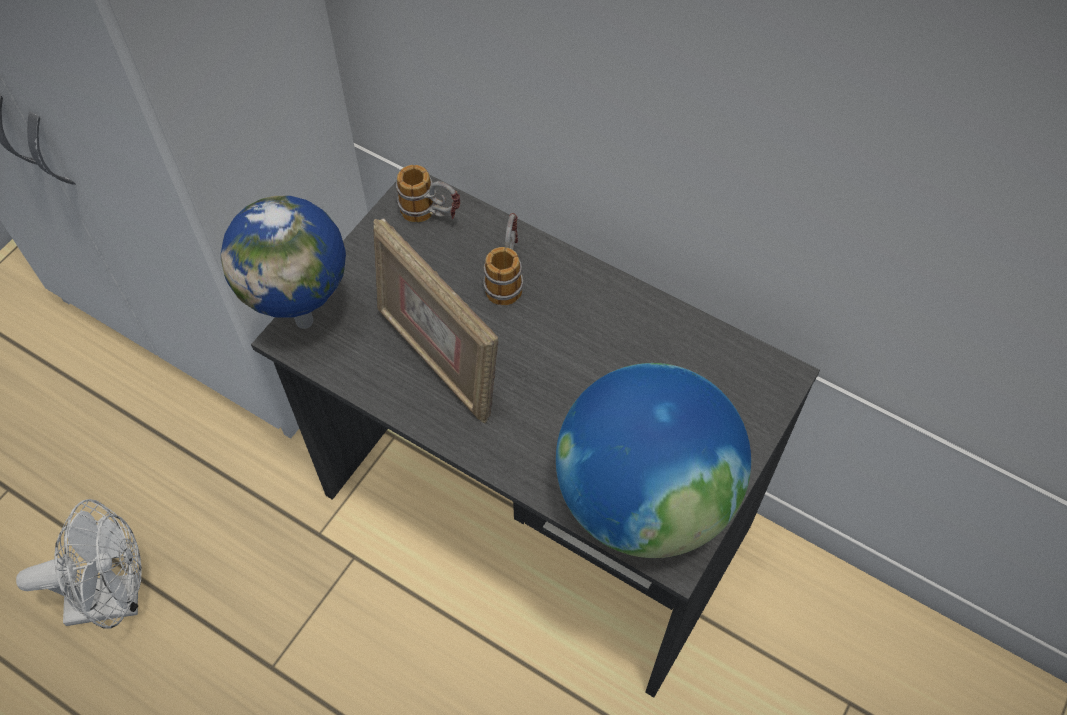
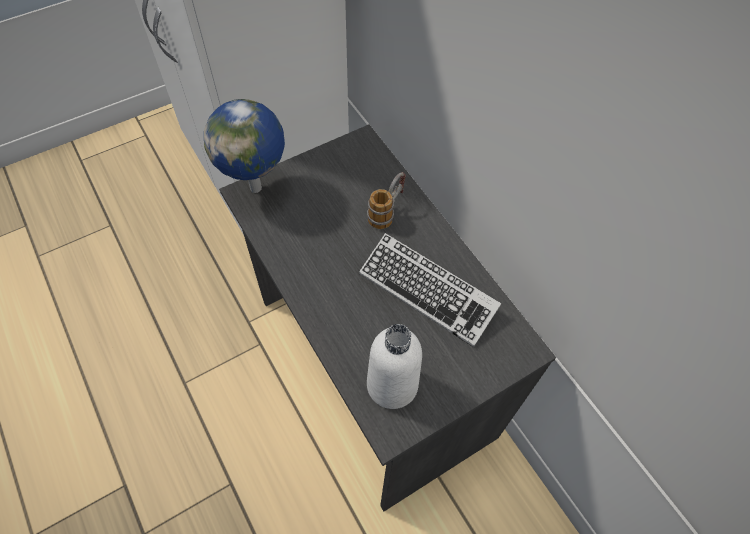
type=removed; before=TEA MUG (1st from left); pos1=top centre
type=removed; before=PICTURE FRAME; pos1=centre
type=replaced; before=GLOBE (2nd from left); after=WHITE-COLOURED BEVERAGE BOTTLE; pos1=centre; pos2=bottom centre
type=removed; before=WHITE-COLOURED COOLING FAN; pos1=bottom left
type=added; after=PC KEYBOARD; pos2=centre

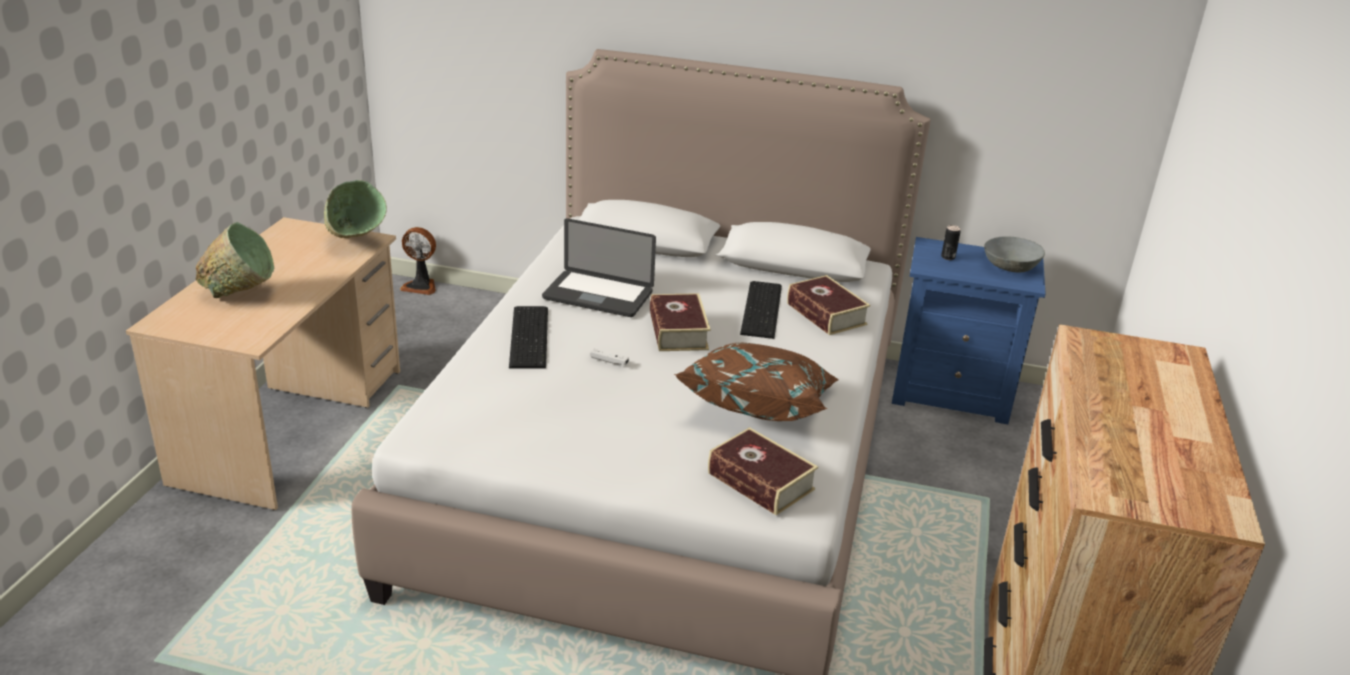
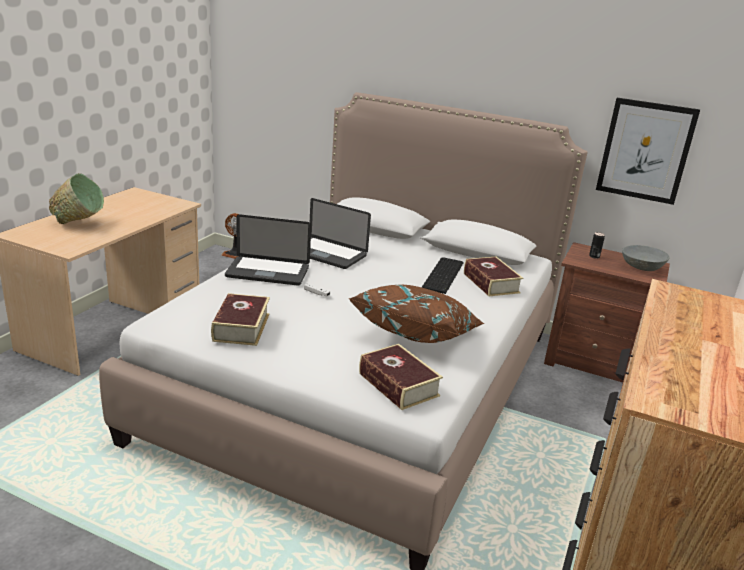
type=removed; before=GREEN-COLOURED SERVING BOWL (2nd from left); pos1=top left
type=recoloured; before=BLUISH NIGHT TABLE; after=BROWN-COLOURED NIGHT TABLE; pos1=middle right; pos2=middle right
type=moved; before=VOLUME (1st from left); pos1=centre; pos2=middle left
type=replaced; before=PC KEYBOARD (1st from left); after=LAPTOP (1st from left); pos1=centre; pos2=centre
type=added; after=WALL ART; pos2=top right

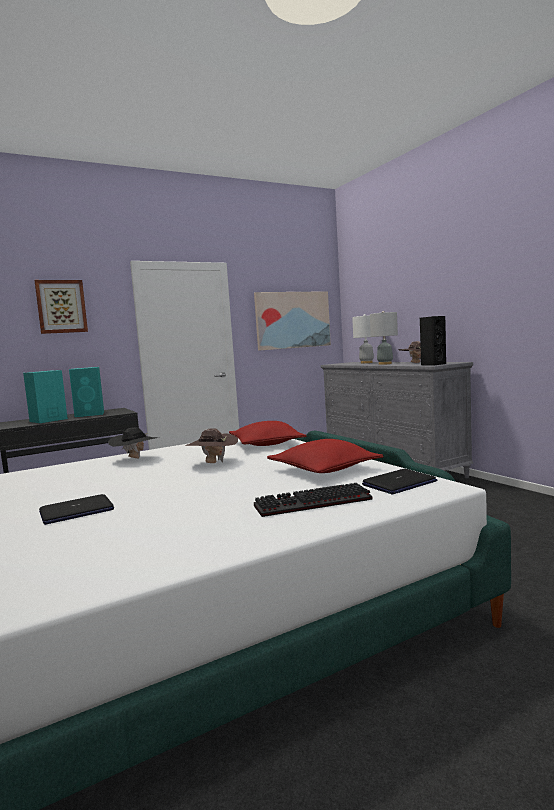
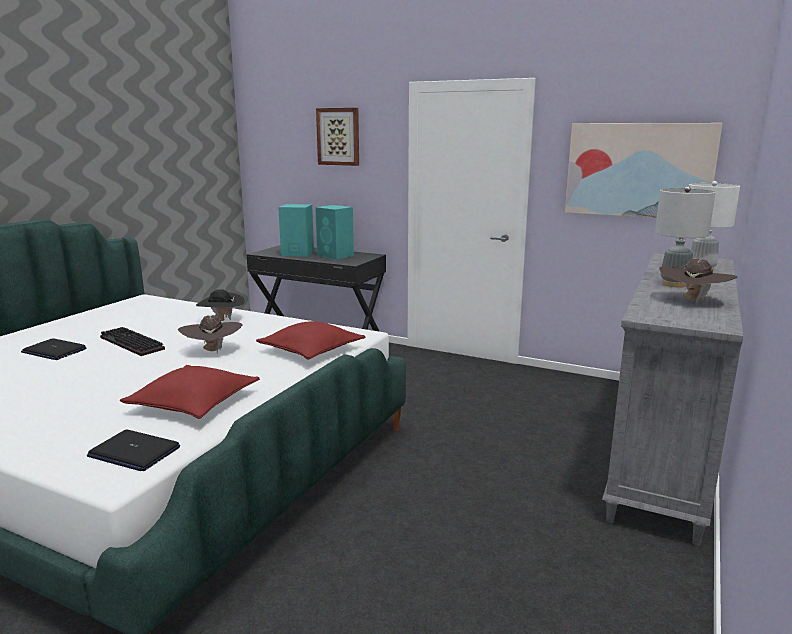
type=removed; before=BLACK AUDIO SPEAKER; pos1=middle right
type=moved; before=PC KEYBOARD; pos1=centre; pos2=middle left

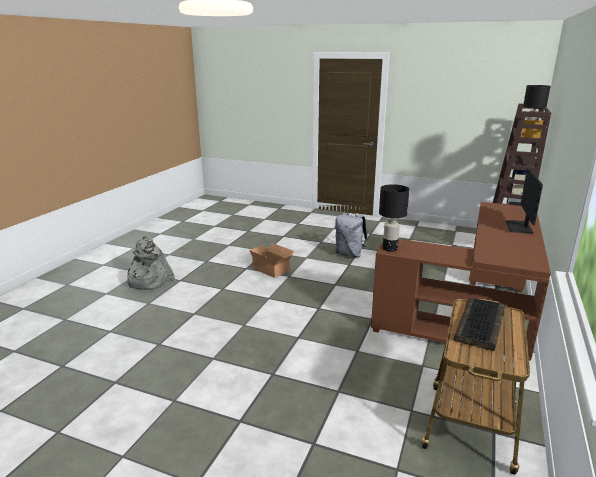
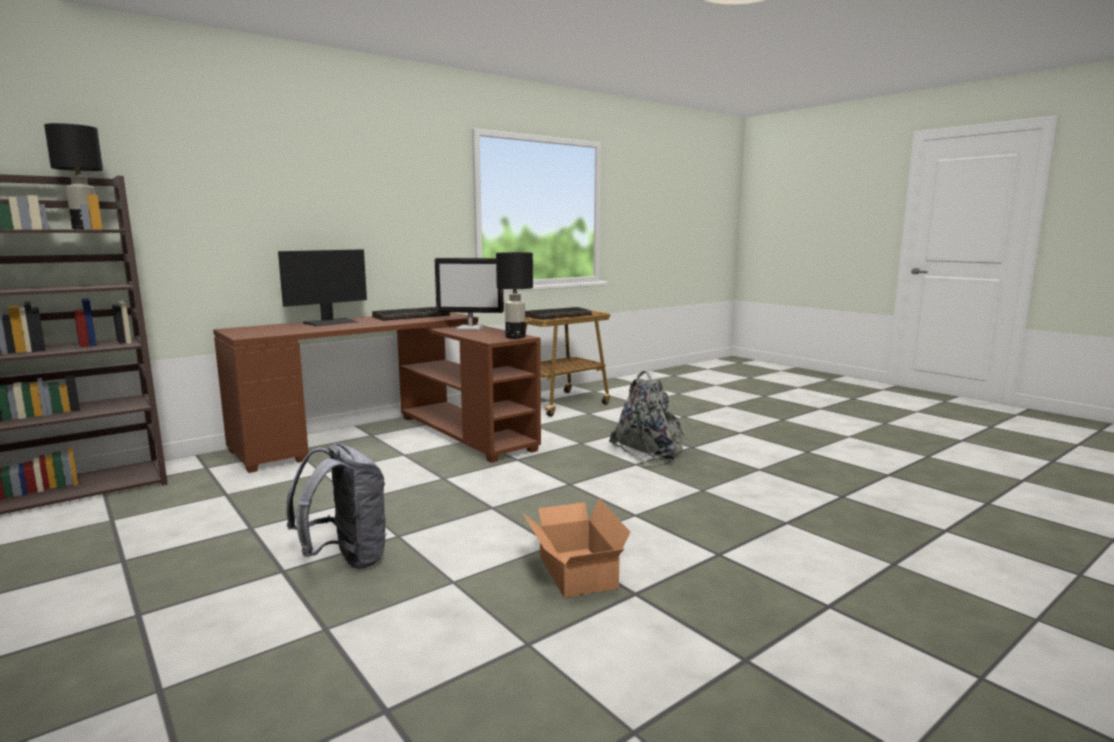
type=moved; before=GREYISH KNAPSACK (1st from left in the first image); after=GREYISH KNAPSACK (2nd from left); pos1=middle left; pos2=centre
type=added; after=COMPUTER SCREEN (2nd from left); pos2=centre
type=added; after=PC KEYBOARD (1st from left); pos2=centre

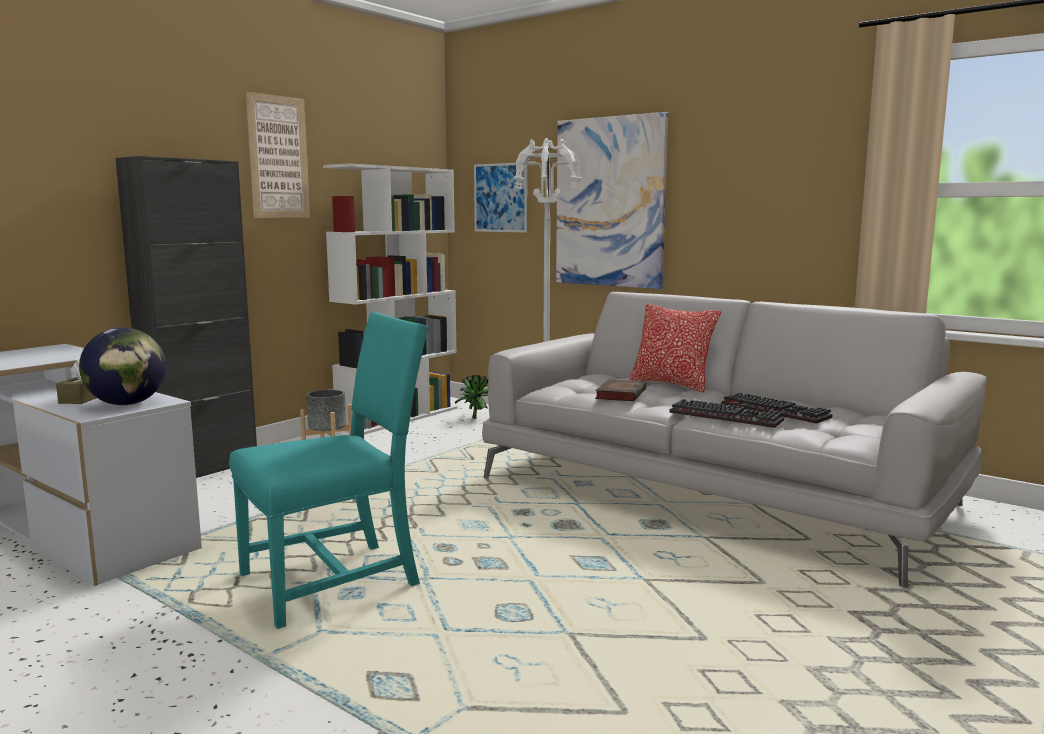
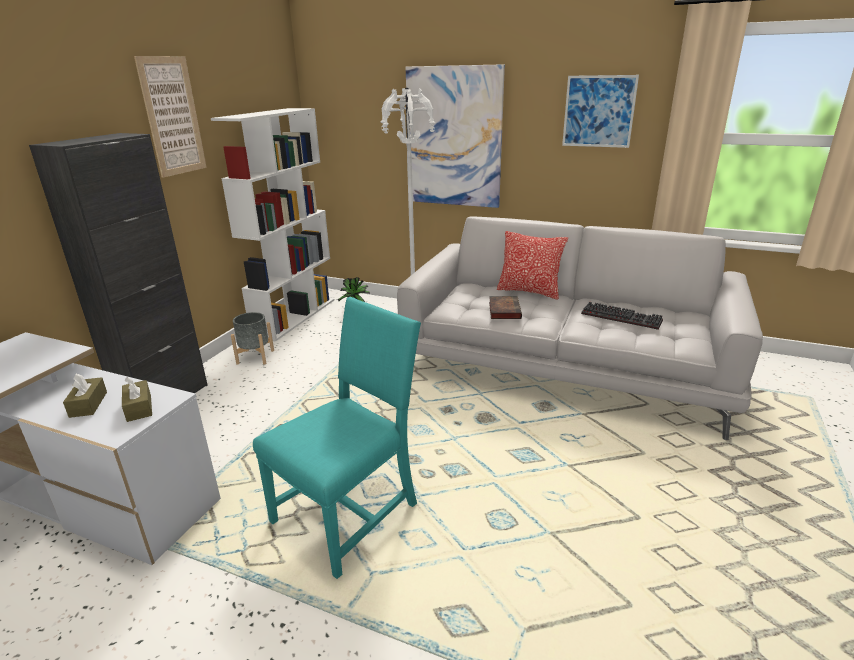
type=moved; before=WALL ART (2nd from left in the first image); after=WALL ART (3rd from left); pos1=top centre; pos2=top right
type=replaced; before=GLOBE; after=BROWN-COLOURED TISSUE HOLDER (2nd from left); pos1=middle left; pos2=middle left
type=removed; before=PC KEYBOARD (1st from left); pos1=middle right

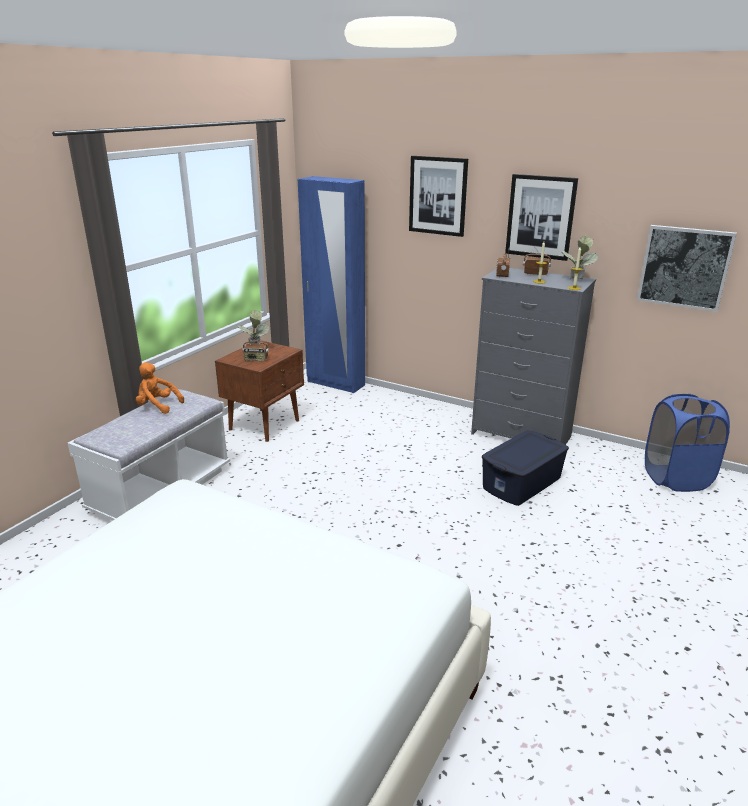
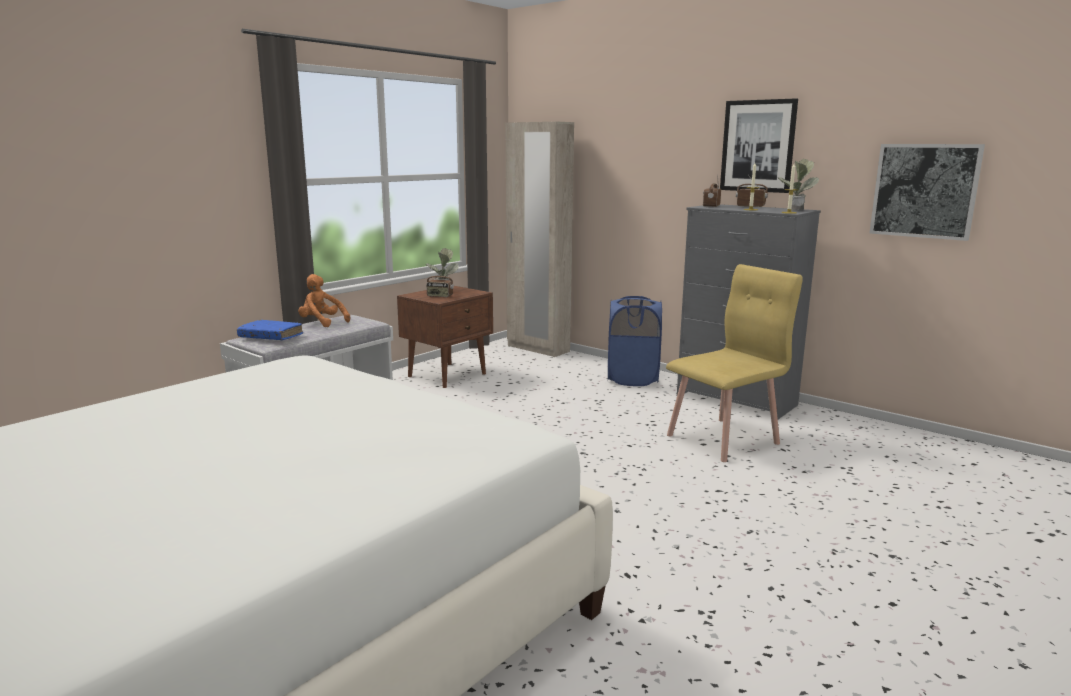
type=removed; before=WALL ART (1st from left); pos1=top centre
type=recoloured; before=BLUISH WARDROBE; after=BEIGE-COLOURED WARDROBE; pos1=centre; pos2=centre
type=moved; before=BLUISH WASHING BASKET; pos1=middle right; pos2=centre
type=replaced; before=BLUISH STORAGE BIN; after=YELLOW PLAIN CHAIR; pos1=middle right; pos2=middle right
type=added; after=BLUISH VOLUME; pos2=middle left

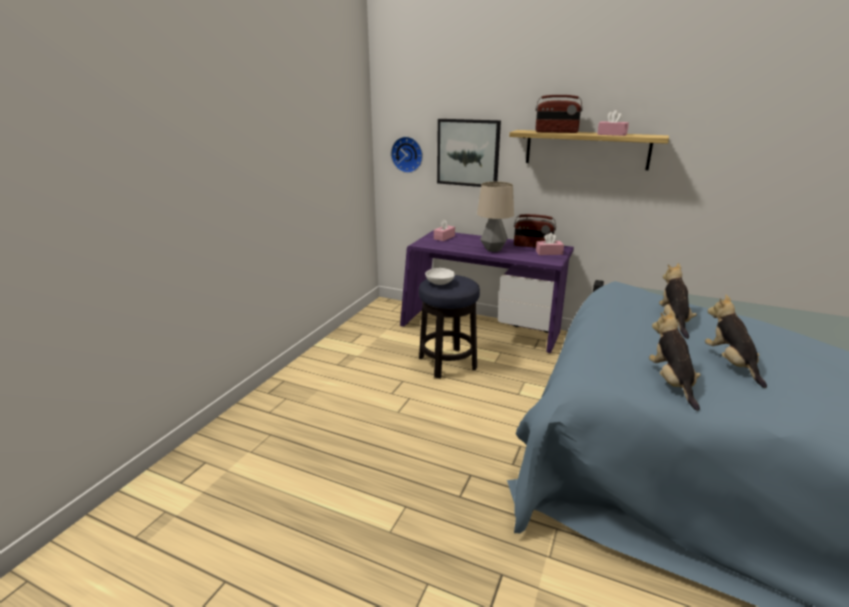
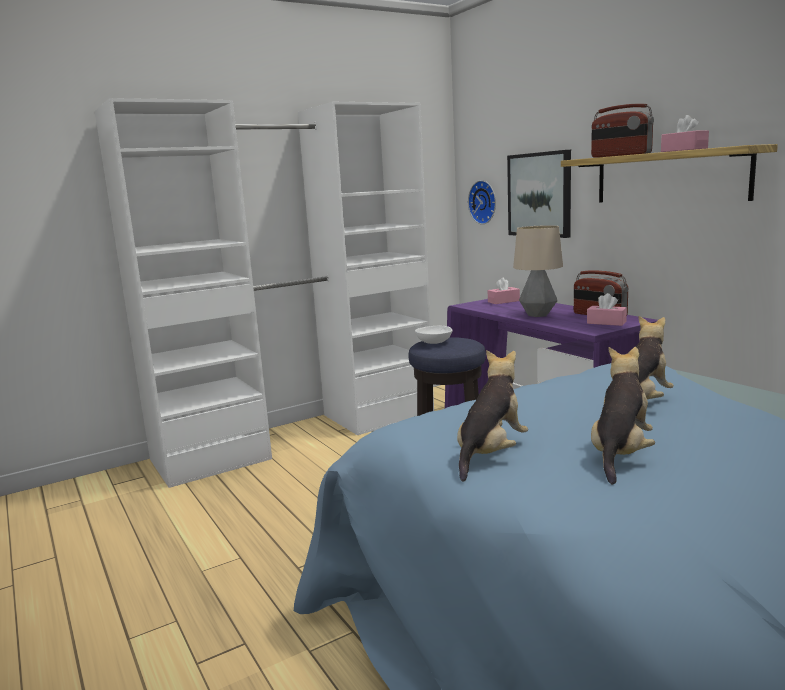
type=added; after=WHITE-COLOURED WARDROBE; pos2=centre

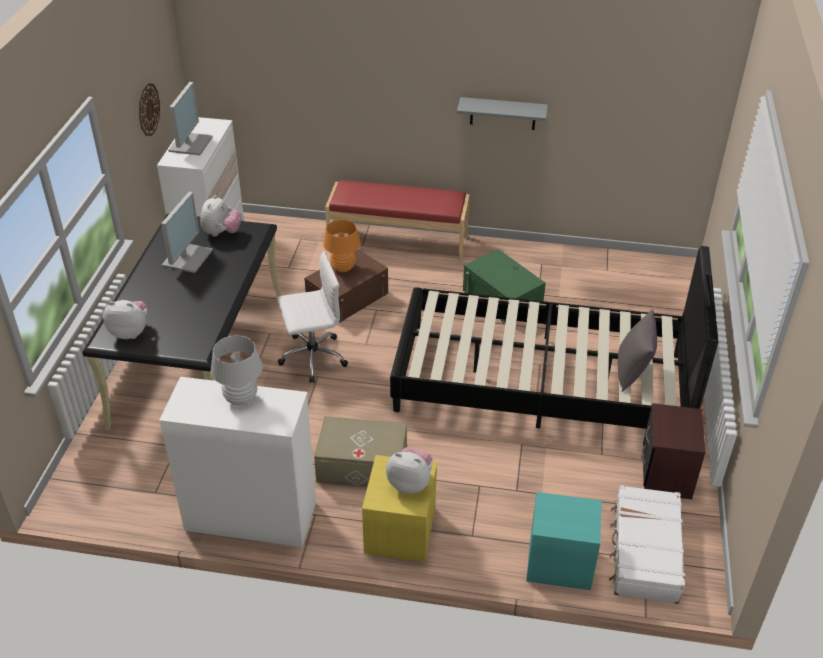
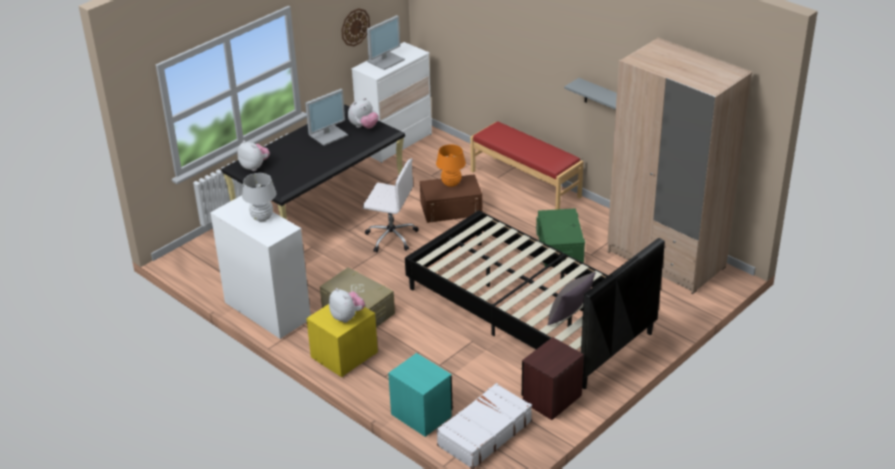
type=added; after=BEIGE-COLOURED WARDROBE; pos2=middle right

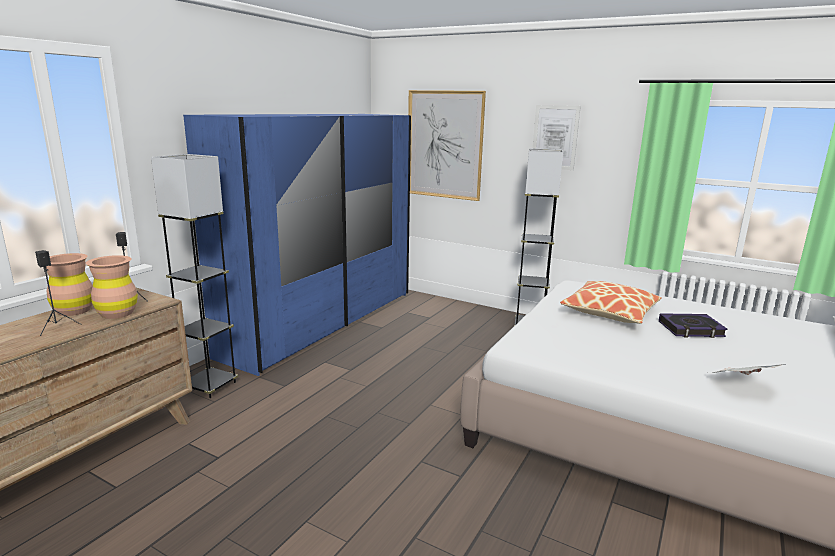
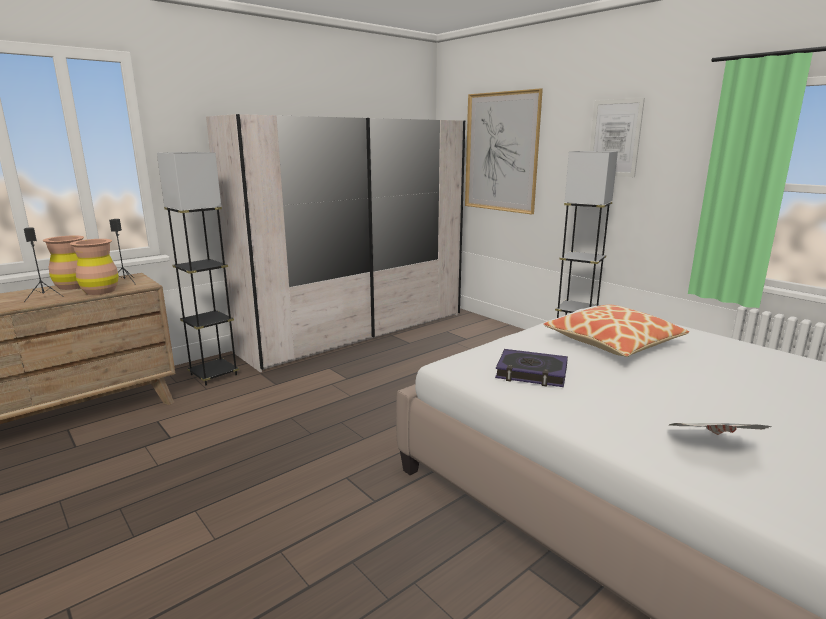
type=recoloured; before=BLUISH WARDROBE; after=WHITE-COLOURED WARDROBE; pos1=centre; pos2=centre
type=moved; before=VOLUME; pos1=middle right; pos2=centre

